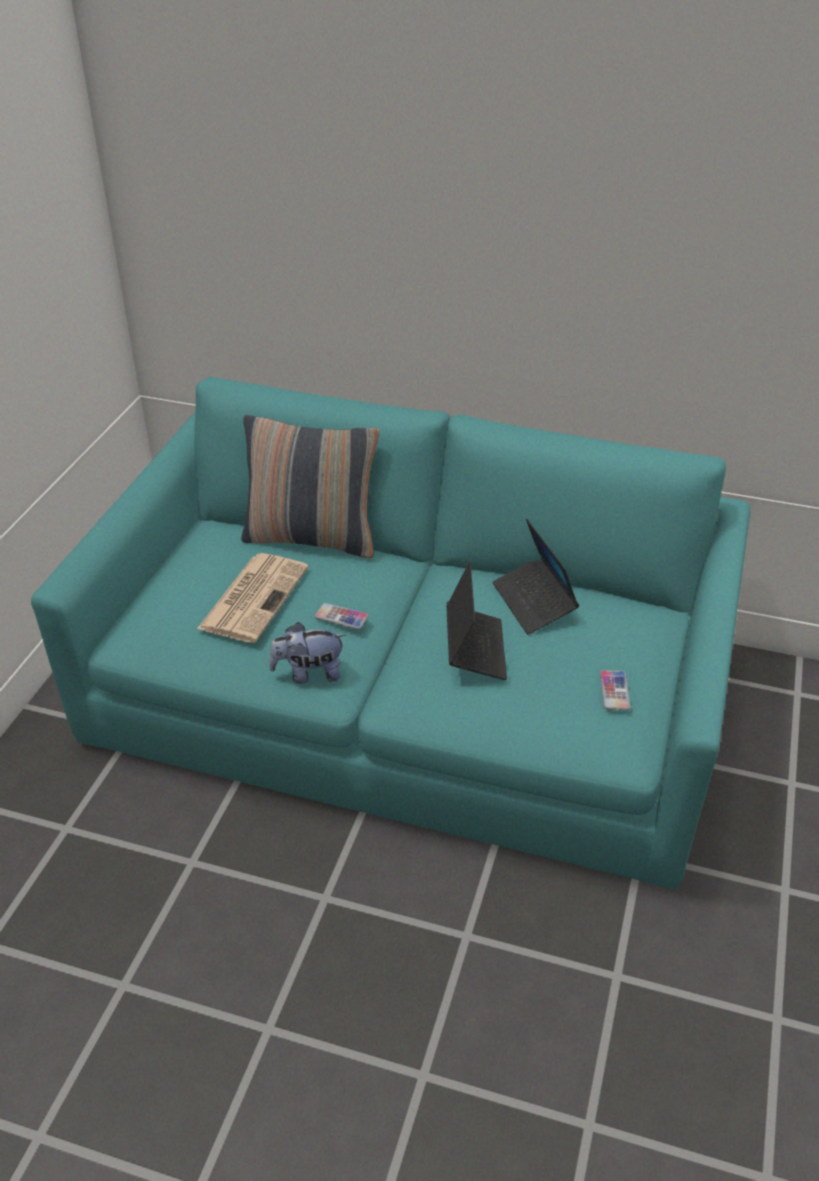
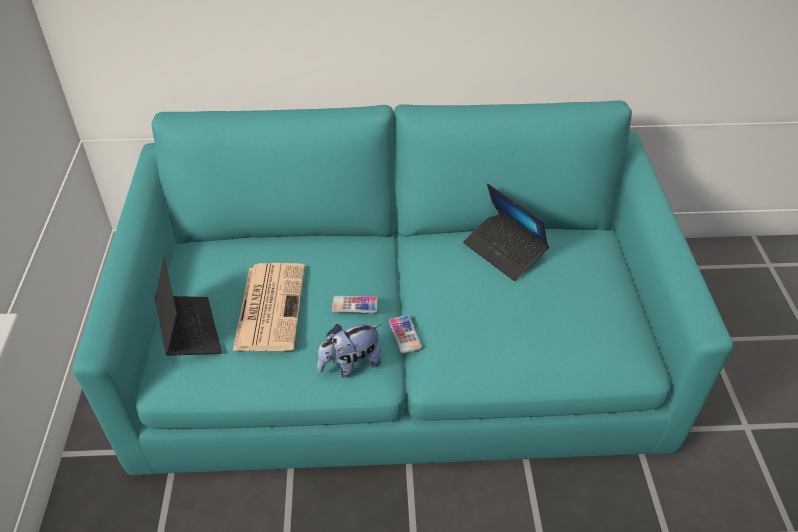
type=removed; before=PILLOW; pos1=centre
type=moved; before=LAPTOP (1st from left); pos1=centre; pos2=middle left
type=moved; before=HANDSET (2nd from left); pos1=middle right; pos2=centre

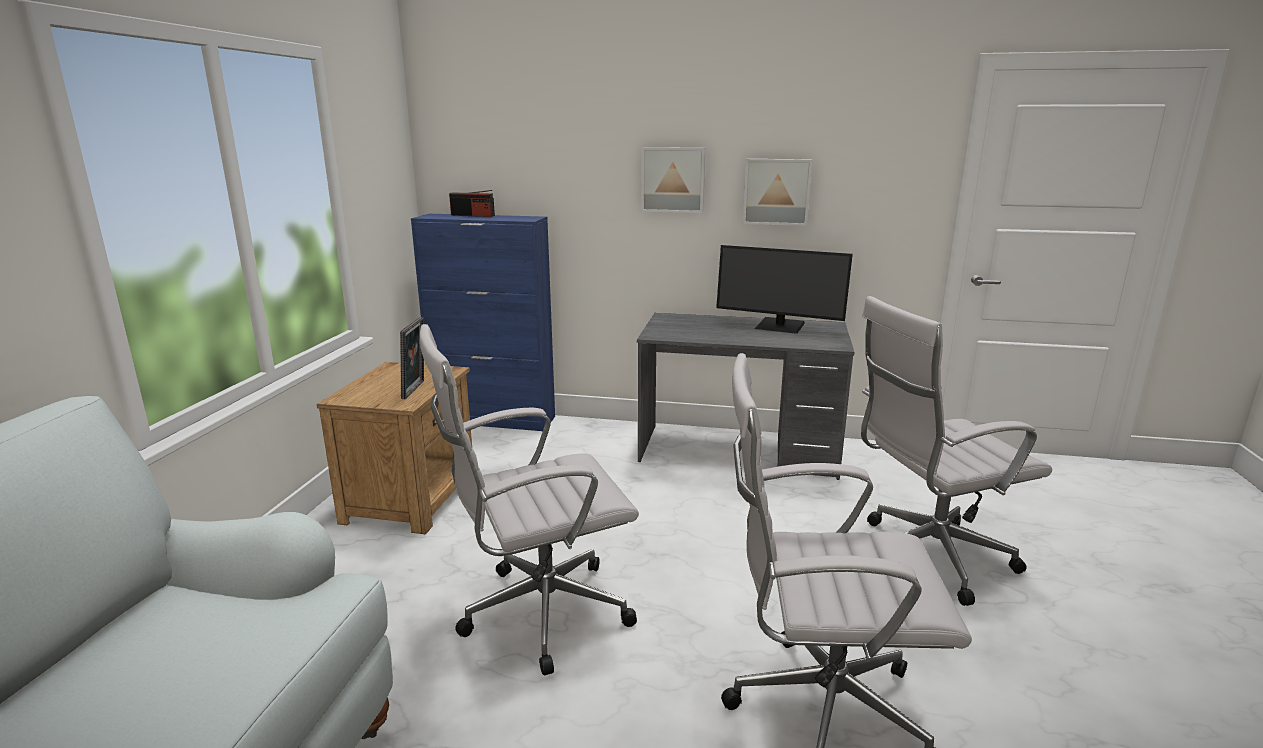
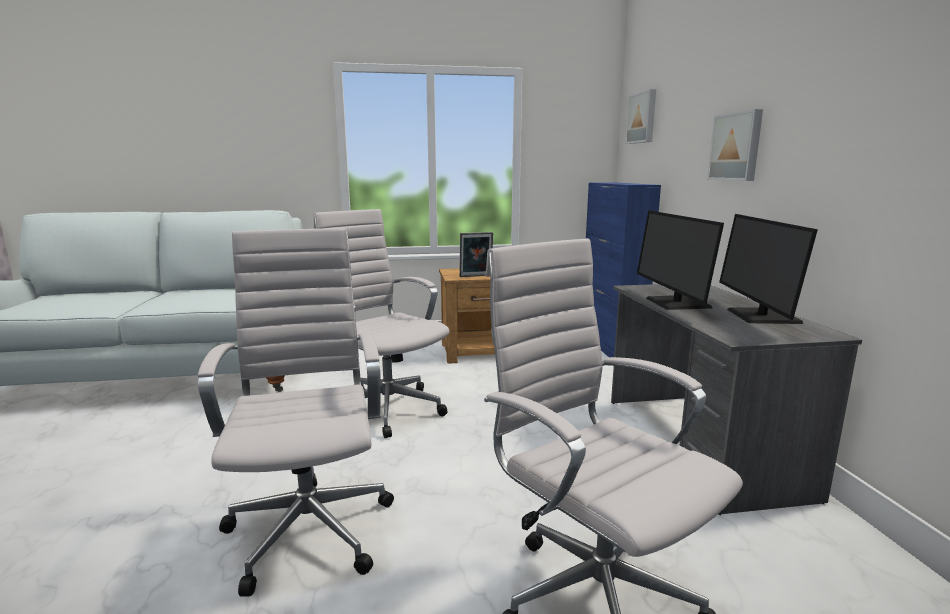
type=moved; before=WALL ART (2nd from left in the first image); after=WALL ART (1st from left); pos1=top centre; pos2=top right
type=removed; before=RADIO SET; pos1=top centre
type=added; after=COMPUTER SCREEN (1st from left); pos2=middle right

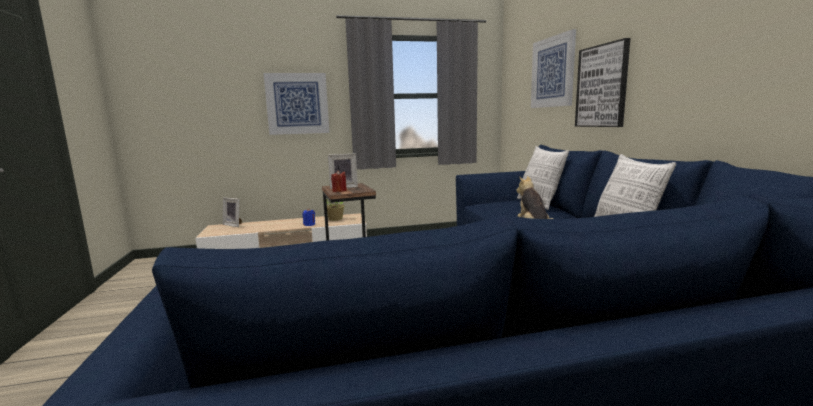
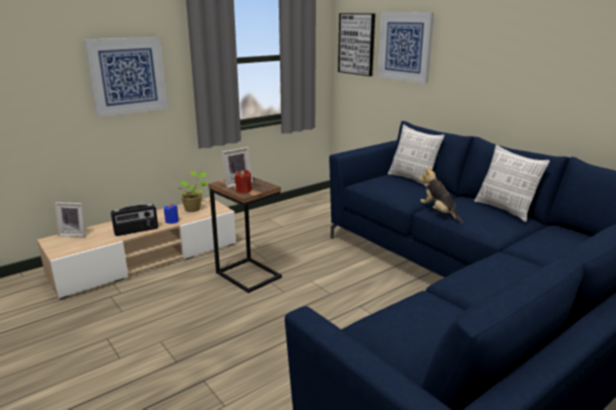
type=moved; before=WALL ART (3rd from left in the first image); after=WALL ART (2nd from left); pos1=top right; pos2=top centre
type=added; after=RADIO SET; pos2=middle left

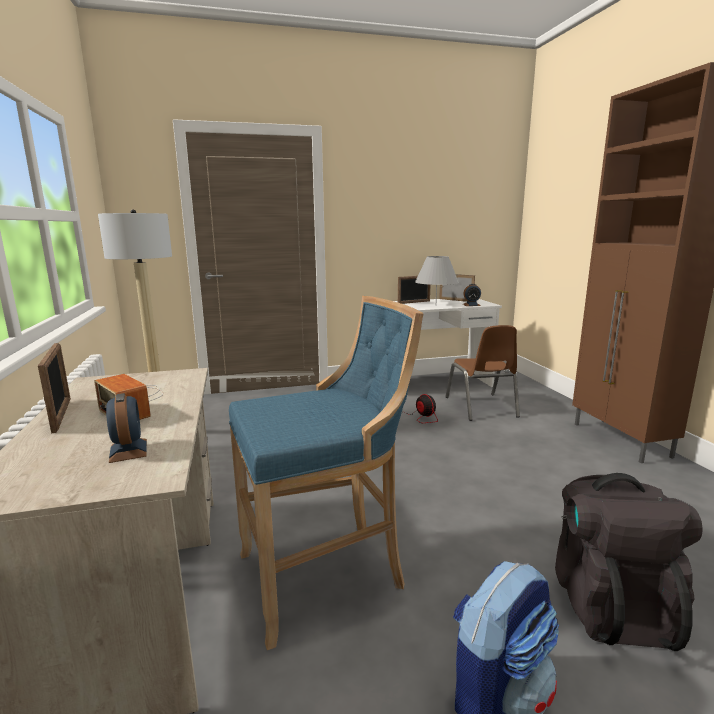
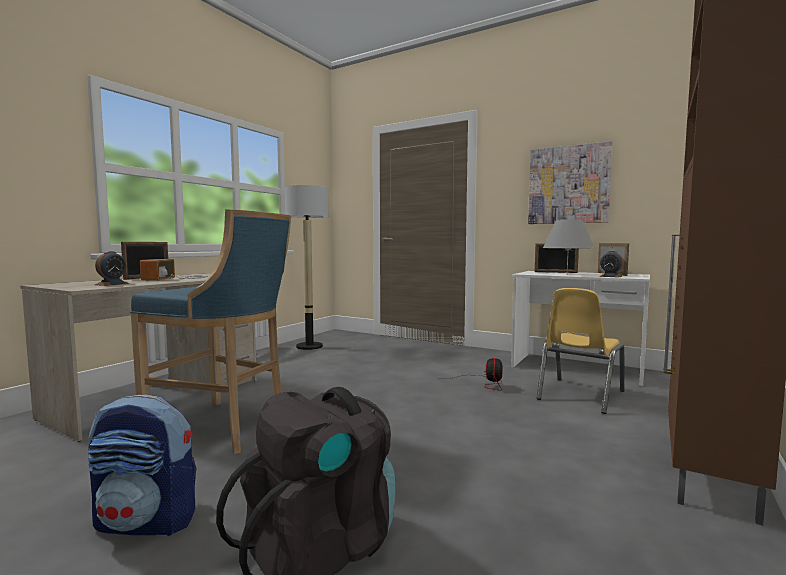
type=recoloured; before=BROWN-COLOURED PLAIN CHAIR; after=YELLOW PLAIN CHAIR; pos1=middle right; pos2=middle right
type=added; after=WALL ART; pos2=top right

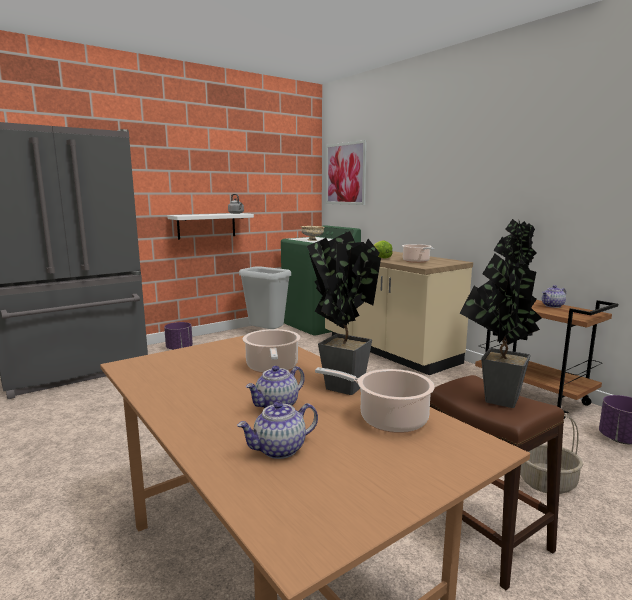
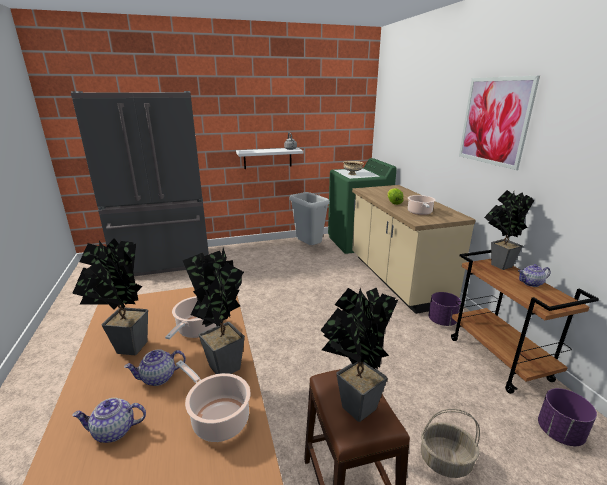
type=moved; before=WALL ART; pos1=top centre; pos2=top right
type=moved; before=PURPLE FLOWER POT (1st from left); pos1=middle left; pos2=middle right
type=added; after=HOUSEPLANT (1st from left); pos2=middle left

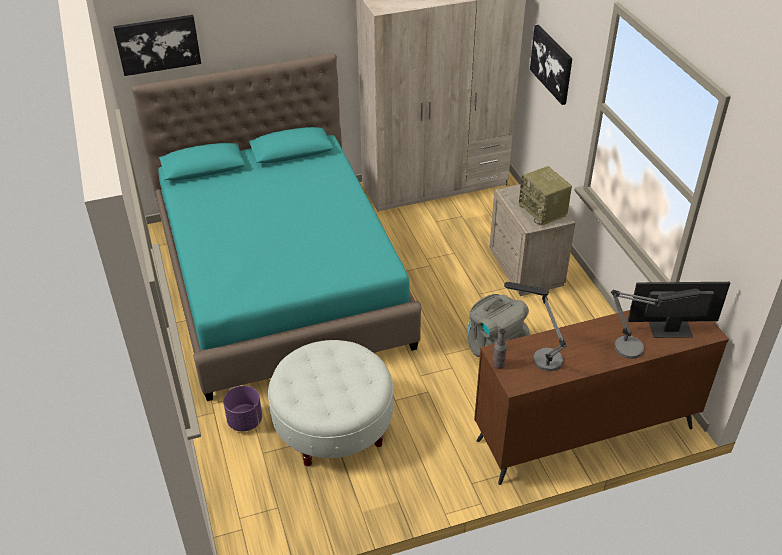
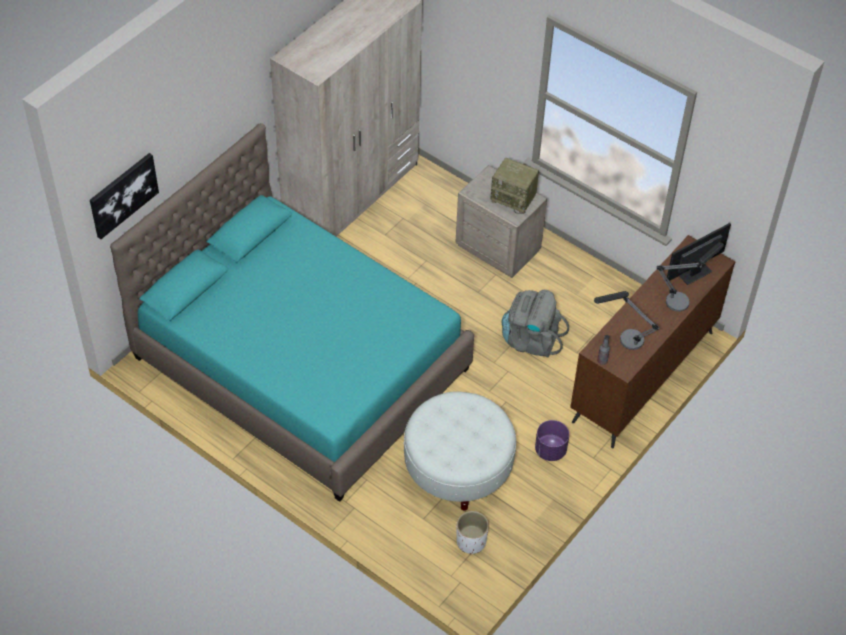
type=removed; before=WALL ART (2nd from left); pos1=top right
type=moved; before=PURPLE FLOWER POT; pos1=bottom left; pos2=bottom centre
type=added; after=WHITE-COLOURED FLOWER POT; pos2=bottom centre

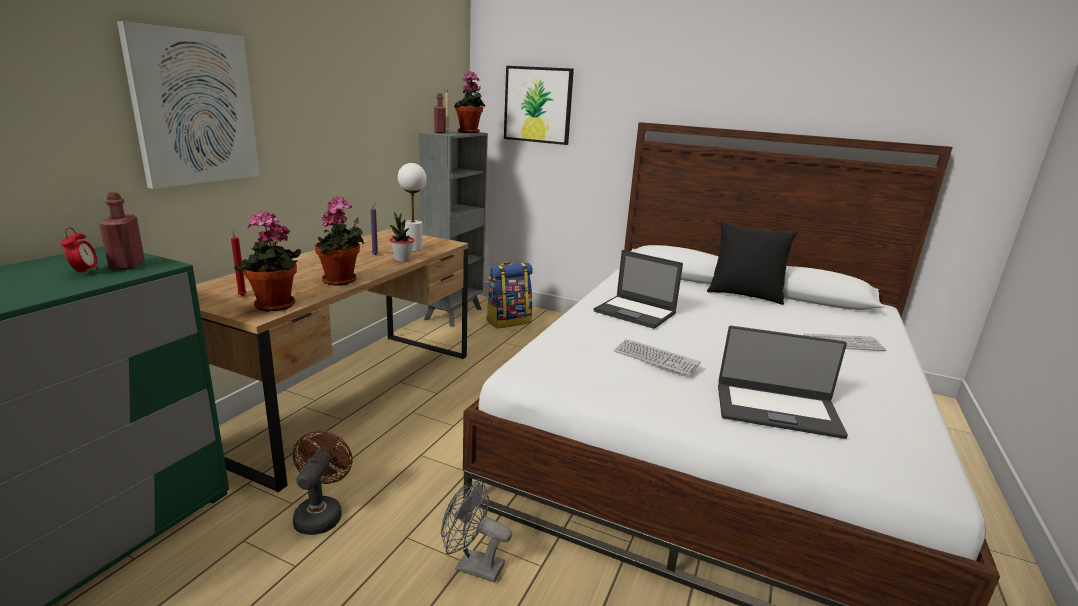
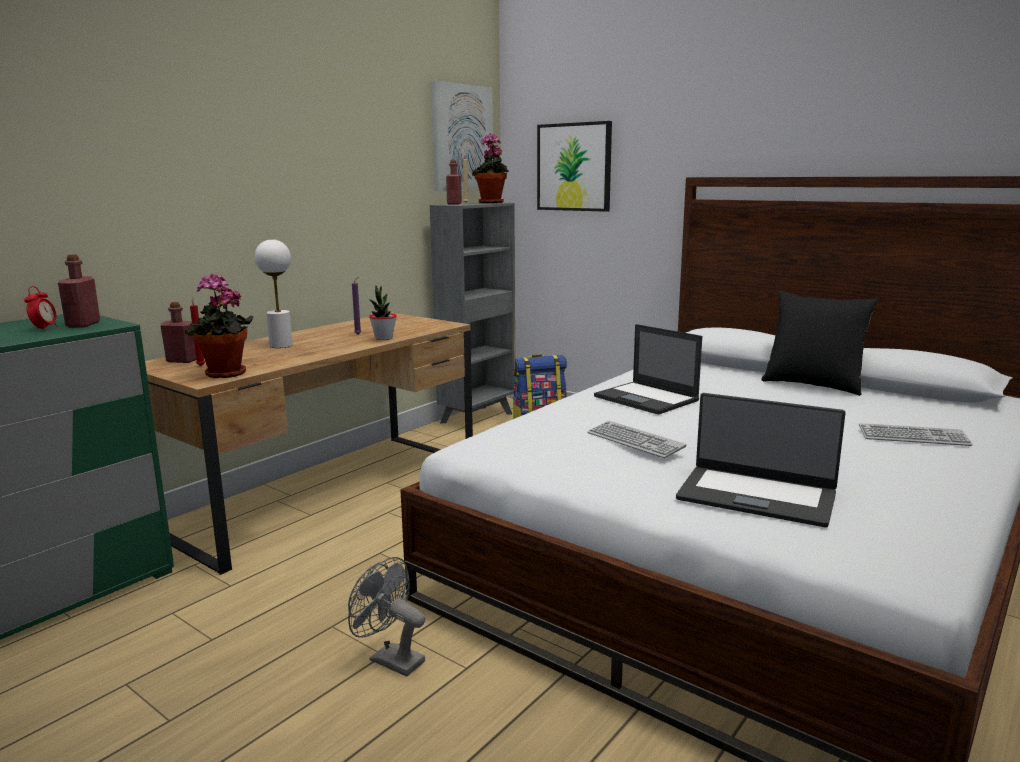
type=moved; before=WALL ART (1st from left); pos1=top left; pos2=top centre
type=moved; before=WHITE-COLOURED LAMP FOR A TABLE; pos1=centre; pos2=middle left
type=removed; before=HOUSEPLANT (2nd from left); pos1=middle left
type=removed; before=BROWN-COLOURED COOLING FAN; pos1=bottom left
type=added; after=REDDISH BEVERAGE BOTTLE (2nd from left); pos2=middle left

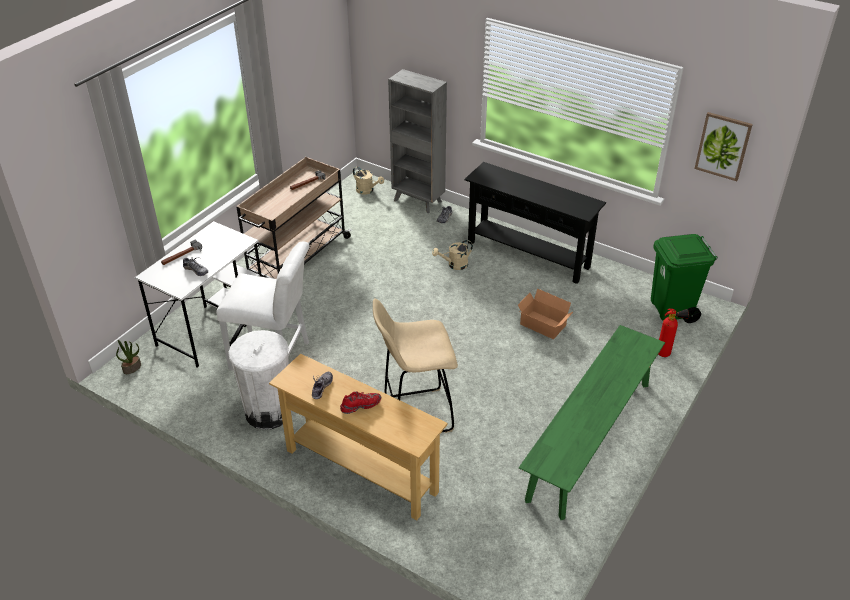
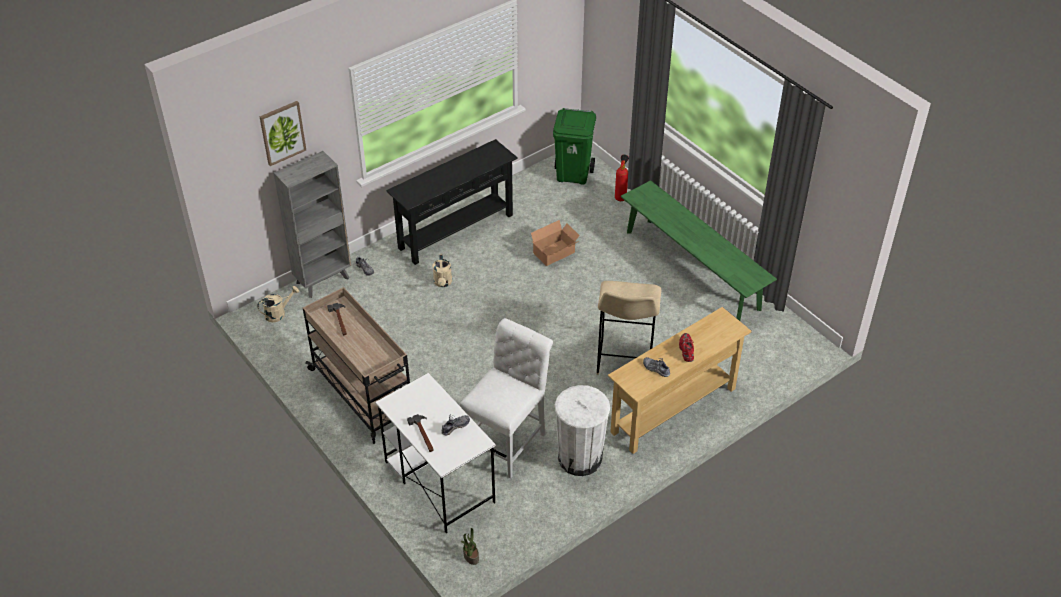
type=moved; before=WALL ART; pos1=top right; pos2=top left

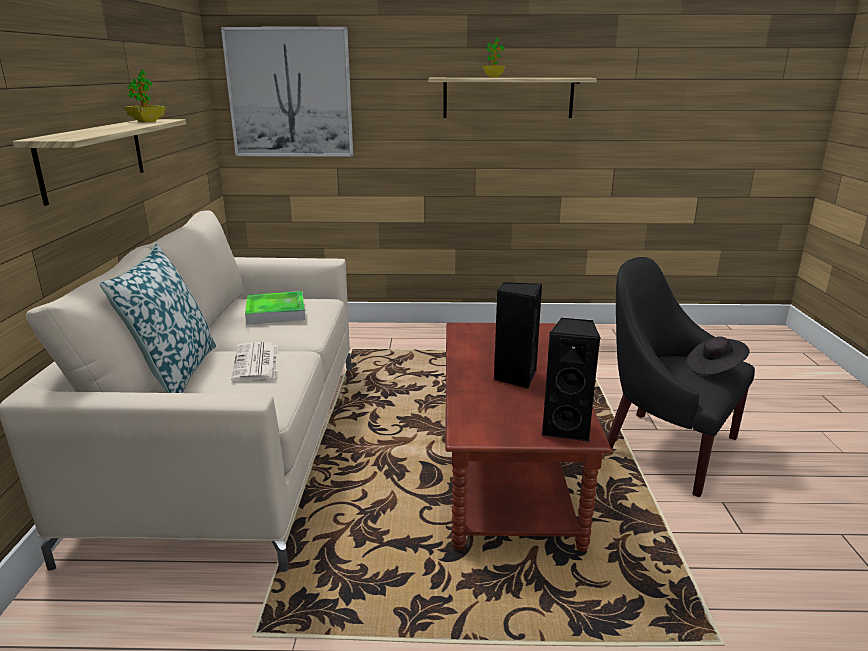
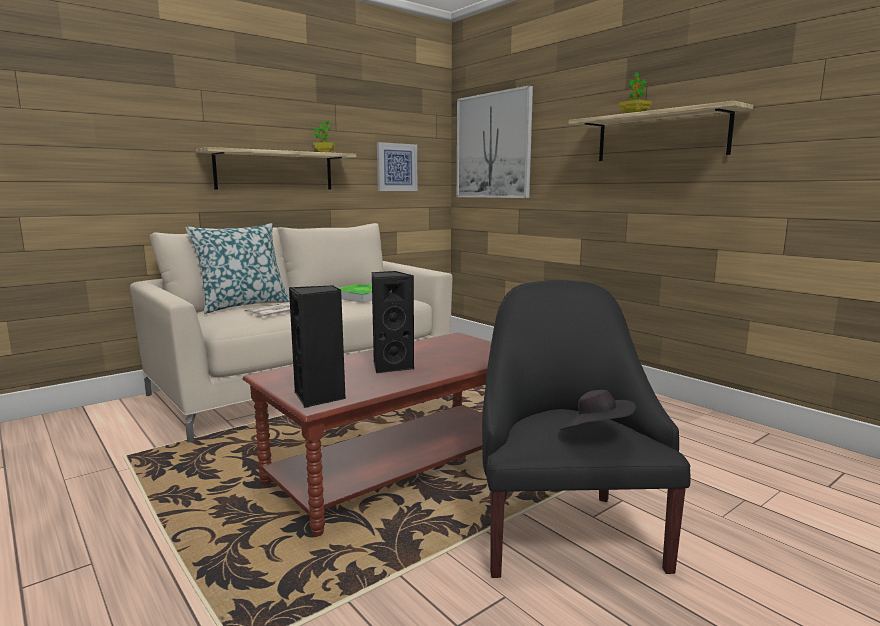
type=added; after=WALL ART (1st from left); pos2=top centre

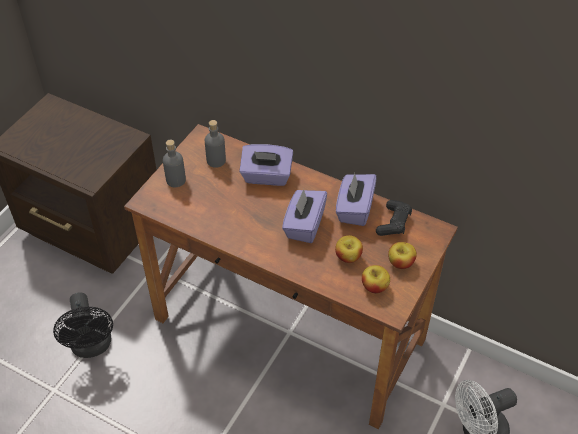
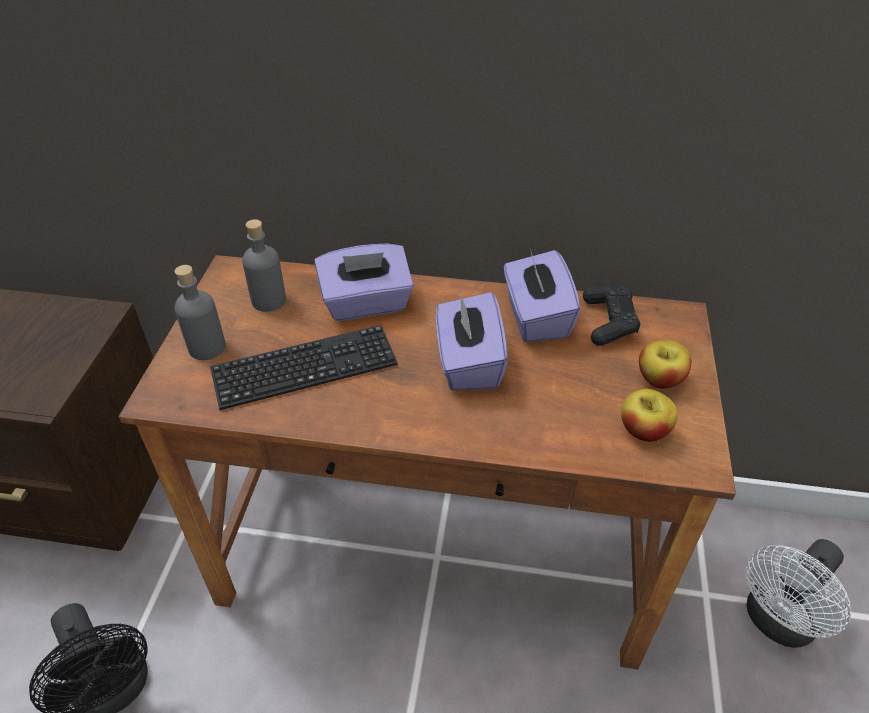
type=removed; before=APPLE FRUIT (1st from left); pos1=centre
type=added; after=PC KEYBOARD; pos2=centre

